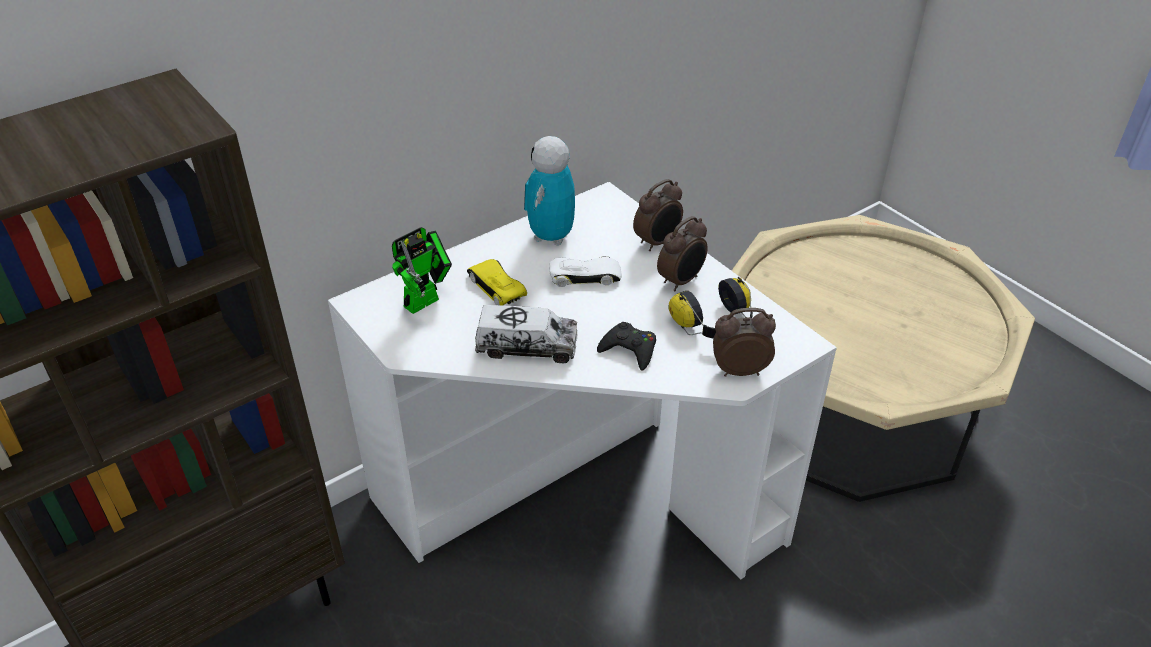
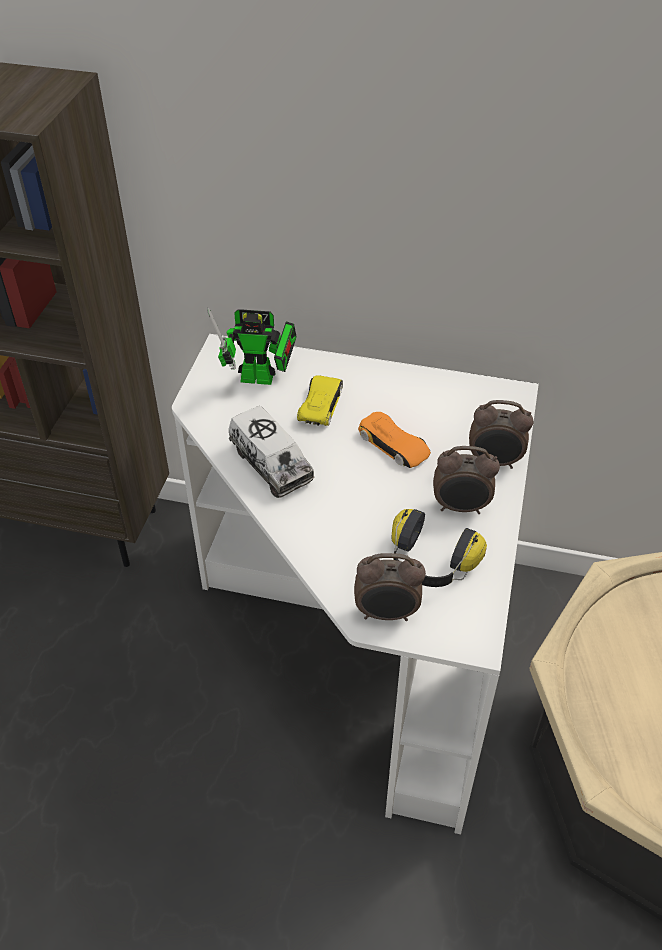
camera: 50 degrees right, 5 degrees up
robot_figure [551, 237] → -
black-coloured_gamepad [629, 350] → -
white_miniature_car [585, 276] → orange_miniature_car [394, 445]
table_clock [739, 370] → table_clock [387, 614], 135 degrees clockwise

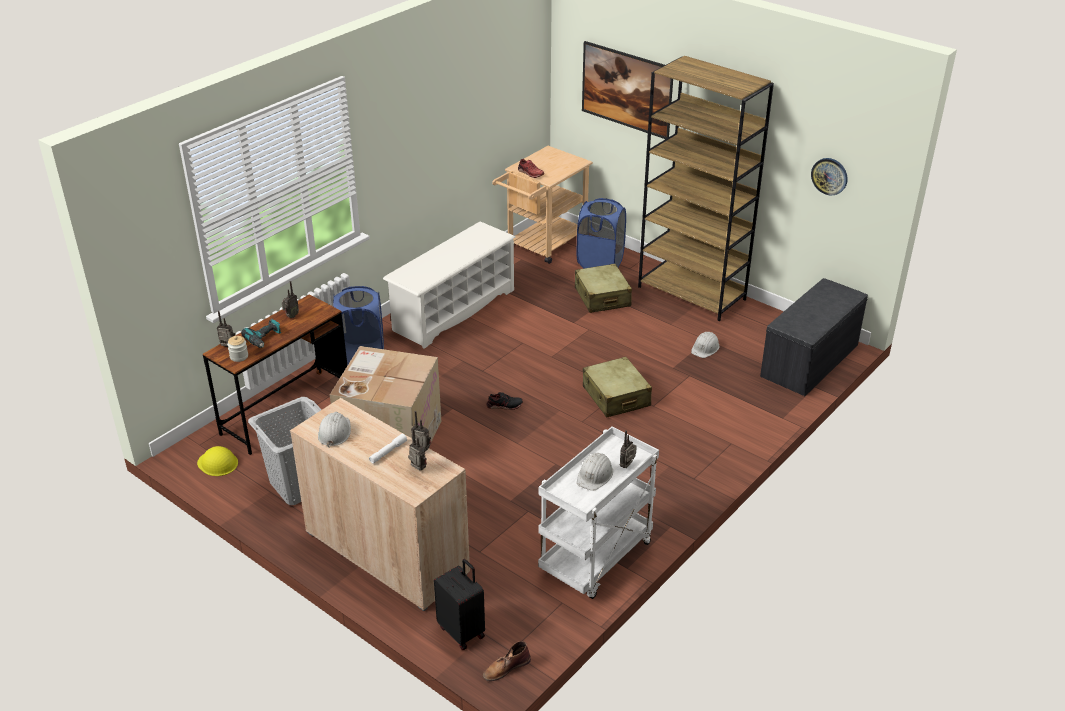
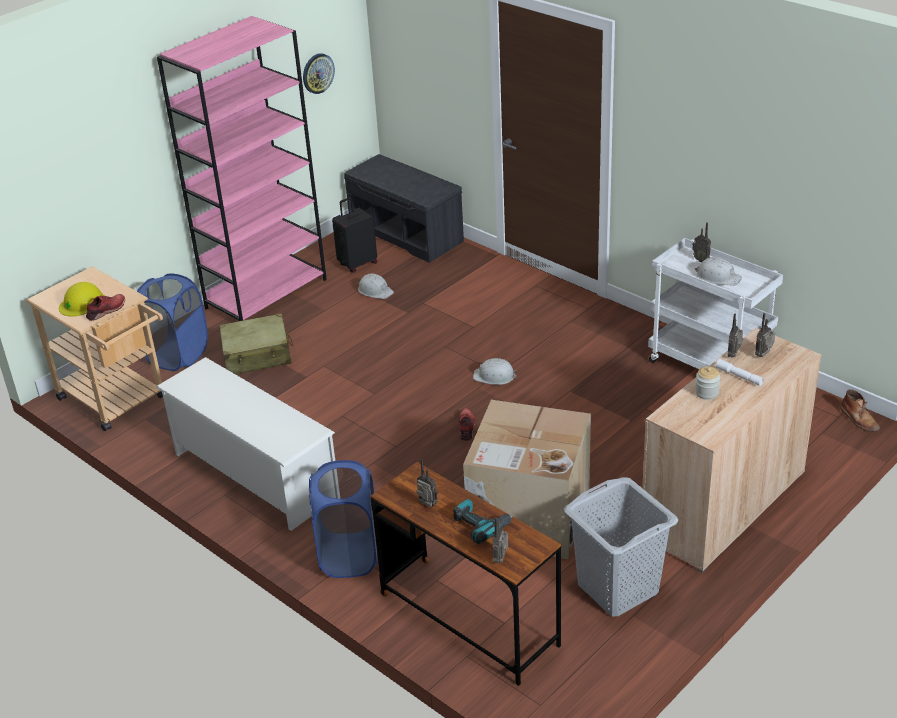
camera: 85 degrees left, 0 degrees up
wall_picture [625, 107] → -
beige_travel_case [616, 396] → -
yellow_work_helmet [218, 463] → yellow_work_helmet [82, 303], move
jar [239, 356] → jar [706, 393], move
white_work_helmet [334, 432] → white_work_helmet [494, 376], move
black-coloured_travel_case [462, 631] → black-coloured_travel_case [357, 264], move
black-coloured_low_shoe [504, 405] → red_low_shoe [467, 427]
brown_bookcase [692, 293] → pinkish_bookcase [266, 293]

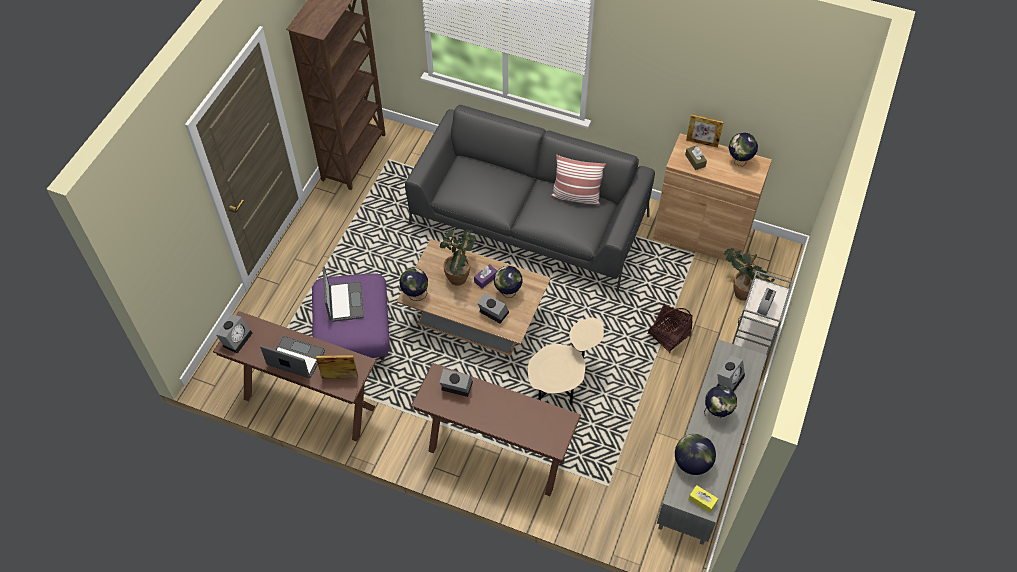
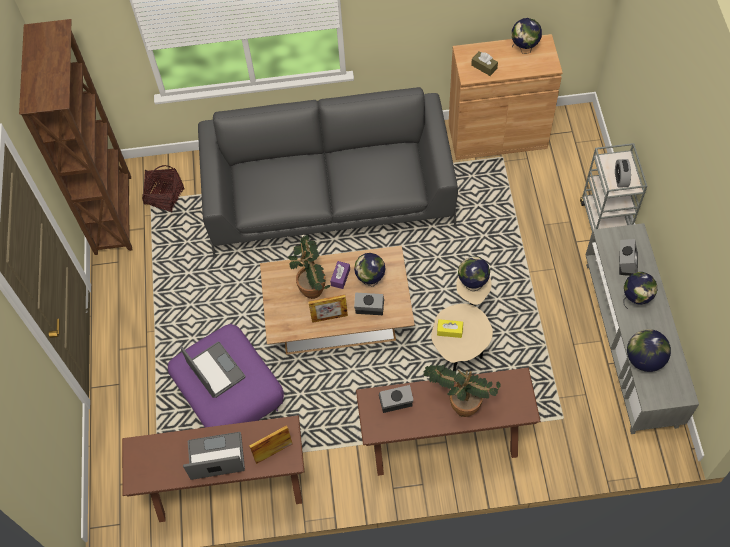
camera: 25 degrees left, 5 degrees up
table_clock [237, 338] → -
throw_pillow [576, 196] → -
globe [415, 294] → globe [472, 284], move
household_basket [669, 335] → household_basket [164, 196], move
photo_frame [702, 143] → photo_frame [329, 318], move
yellow_tissue_box [702, 501] → yellow_tissue_box [449, 331], move
plant_in_a_pot [741, 289] → plant_in_a_pot [460, 402], move

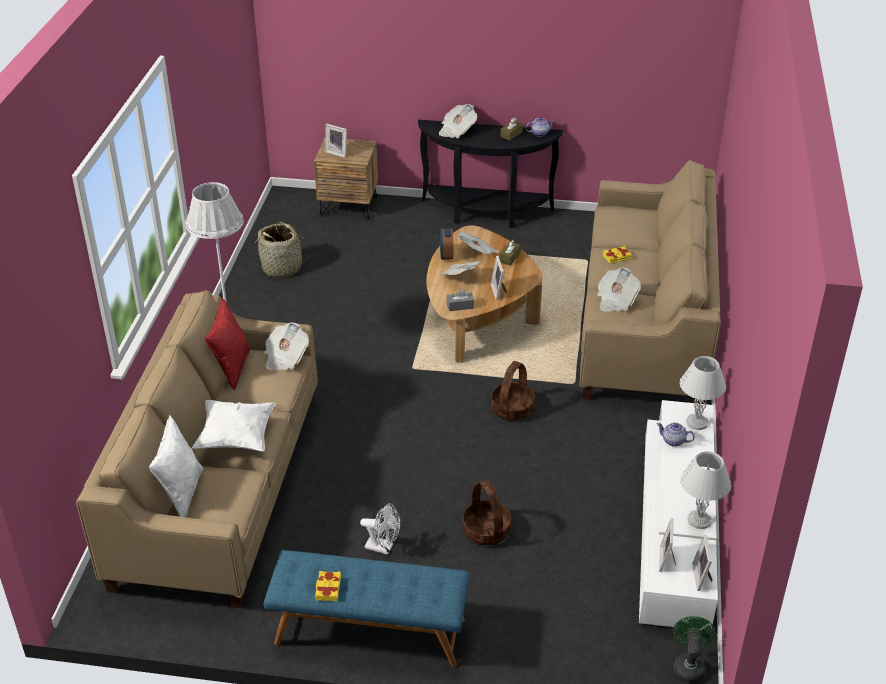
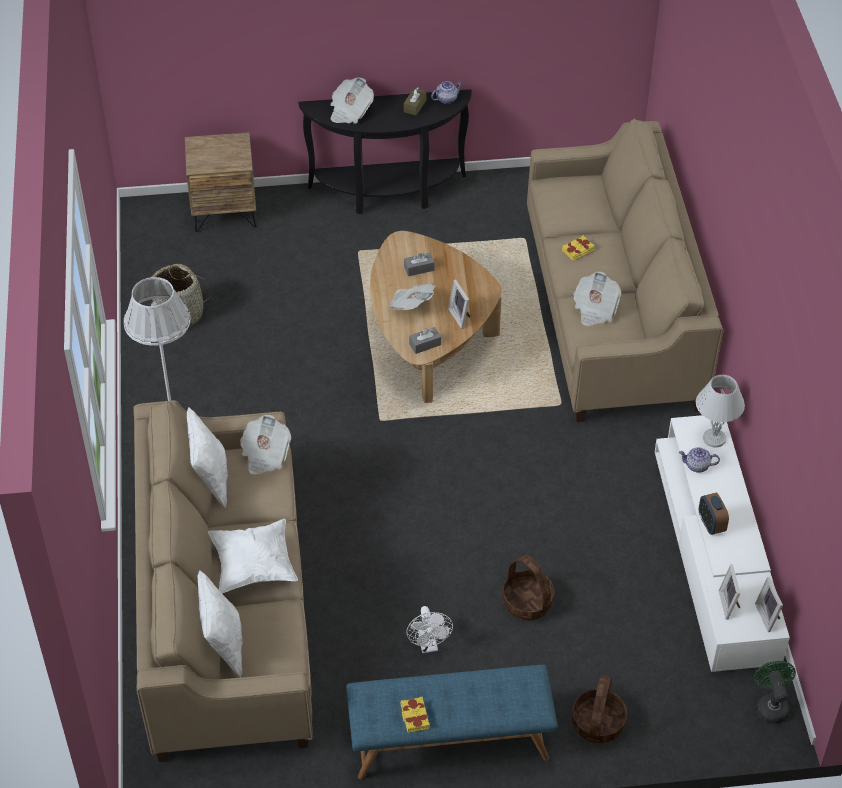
camera: 15 degrees left, 10 degrees up
photo_frame [337, 152] → -
brown_tissue_box [509, 258] → -
white_table_lamp [698, 521] → -
table_clock [446, 255] → table_clock [711, 524], move
household_basket [512, 409] → household_basket [598, 723], move
newspaper [477, 253] → greyish_tissue_box [419, 268]
red_throw_pillow [232, 368] → white_throw_pillow [210, 480]
white_cooling_fan [383, 547] → white_cooling_fan [429, 645], 75 degrees clockwise

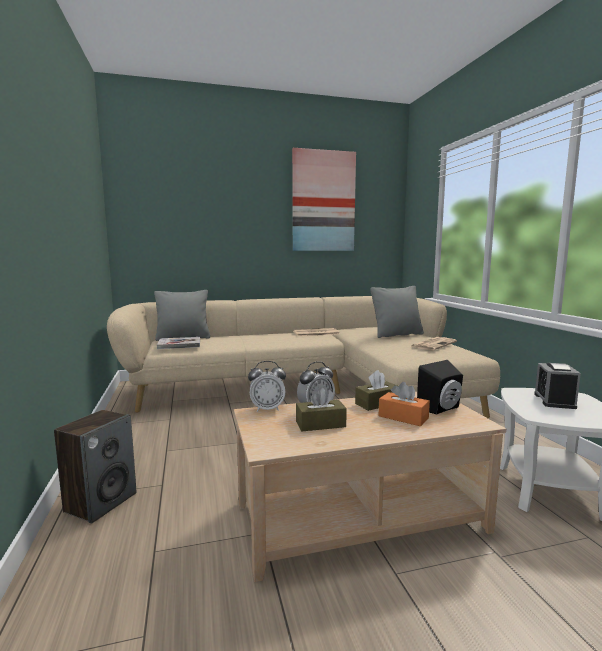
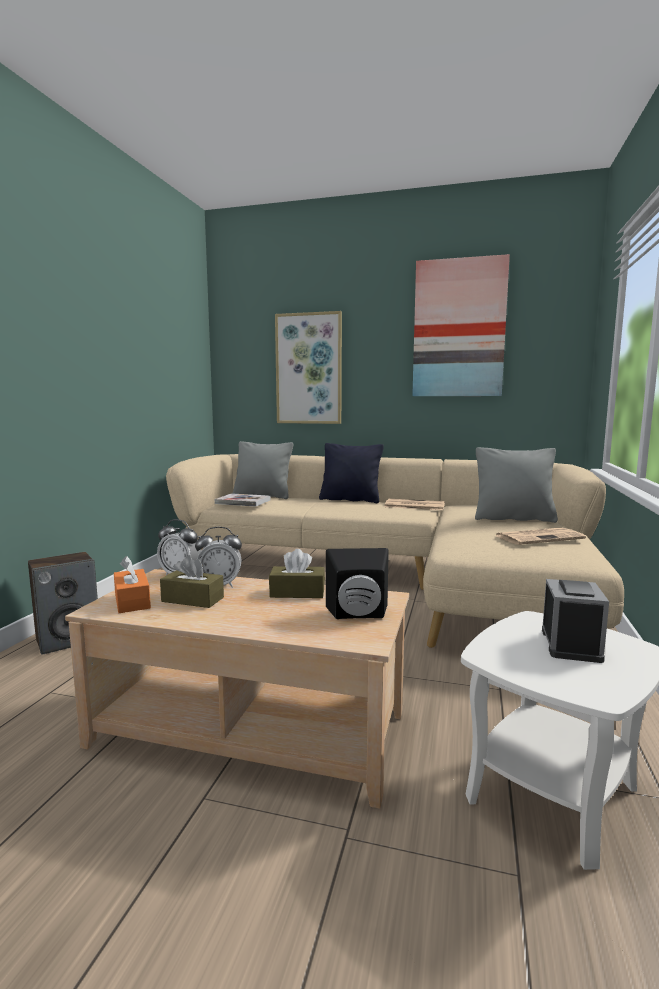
camera: 30 degrees right, 0 degrees up
- → wall_picture [309, 369]
- → black-coloured_throw_pillow [350, 500]
orange_tissue_box [403, 417] → orange_tissue_box [132, 601], move
table_clock [554, 401] → table_clock [571, 645], 150 degrees clockwise

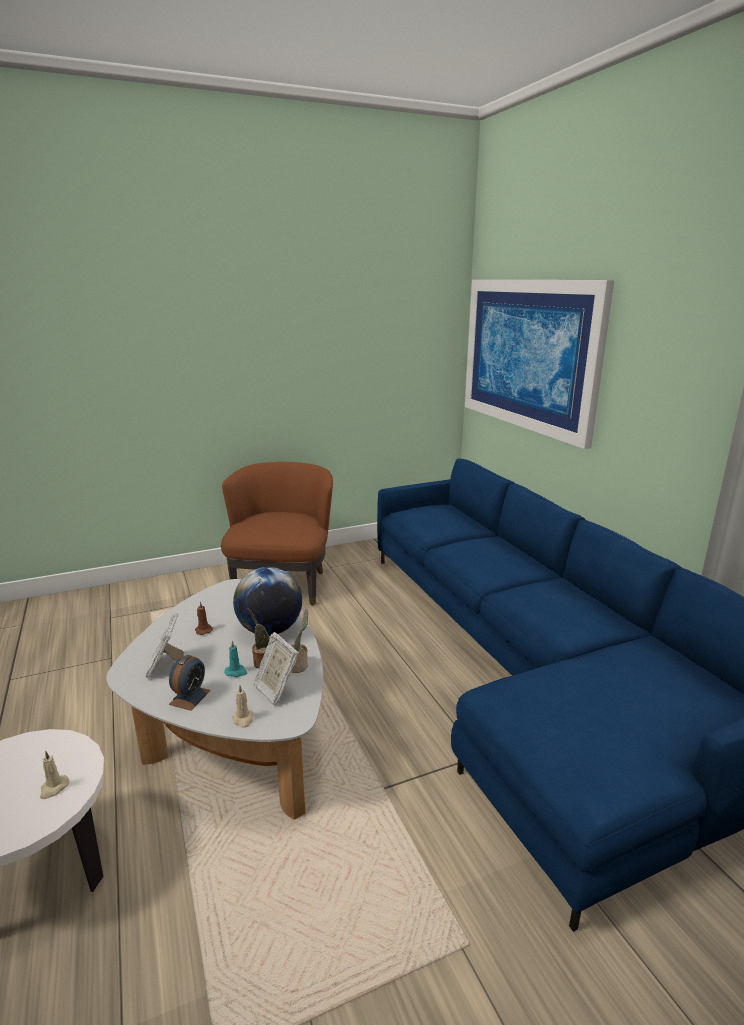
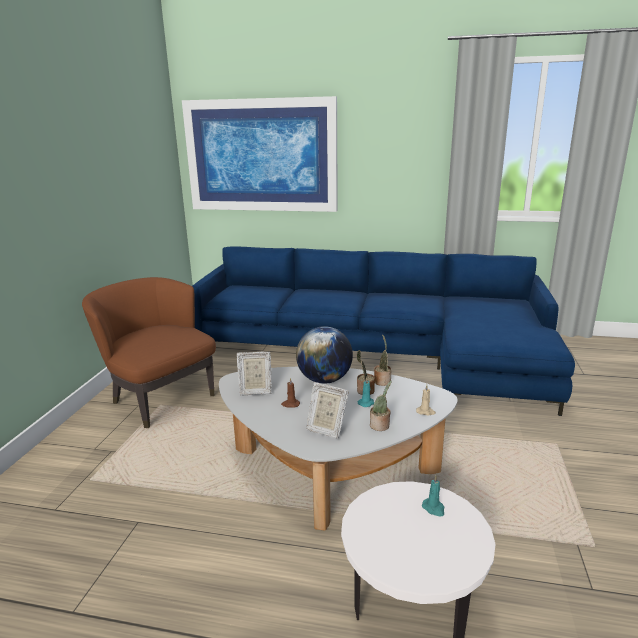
camera: 55 degrees left, 0 degrees up
photo_frame [276, 690] → photo_frame [255, 390], move
table_clock [190, 697] → plant_in_a_pot [380, 426]
beige_candle [53, 788] → turquoise-coloured_candle [434, 508]

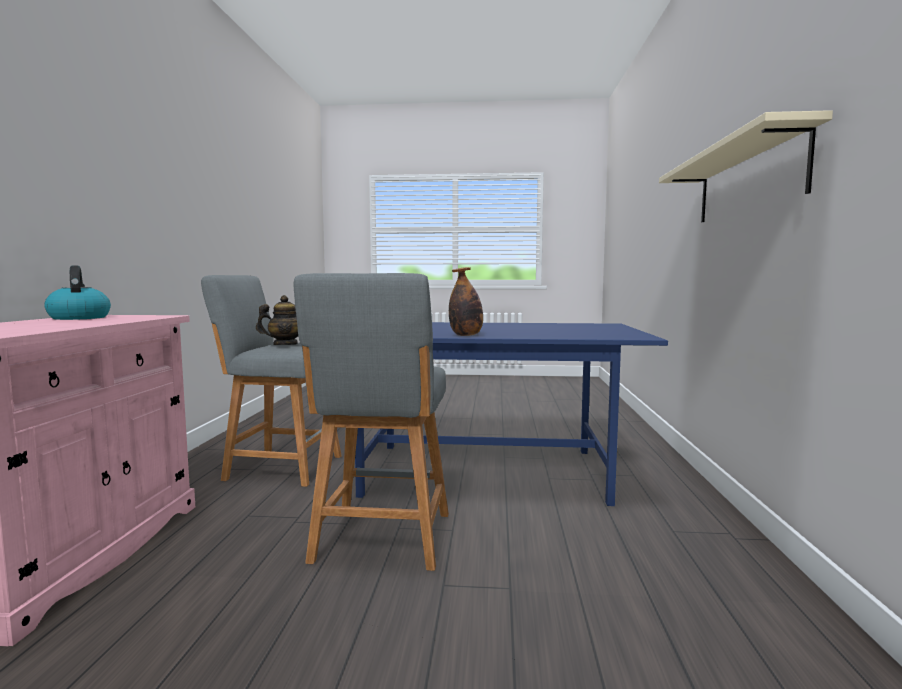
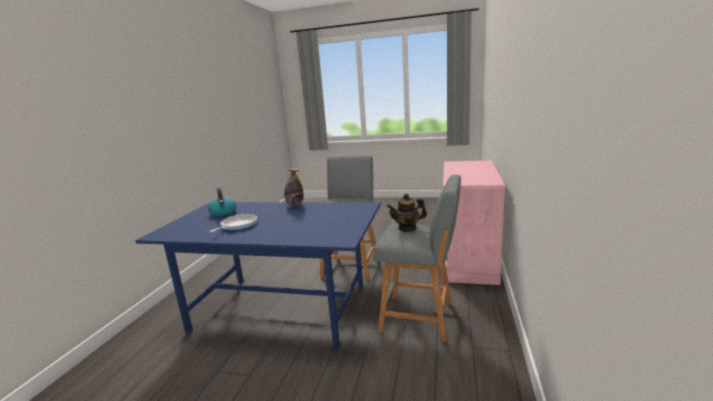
camera: 170 degrees left, 10 degrees up
beige_shelf [747, 181] → -
- → pan [237, 225]
kettle [79, 318] → kettle [223, 212], move

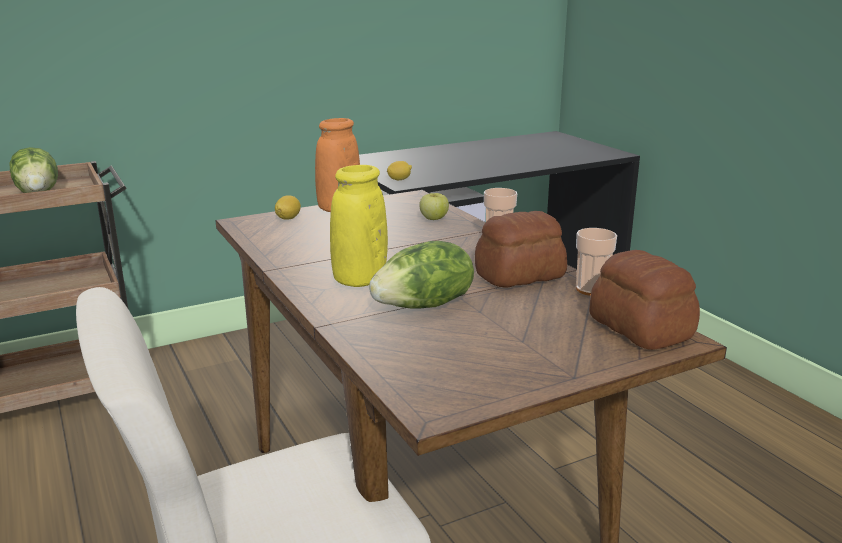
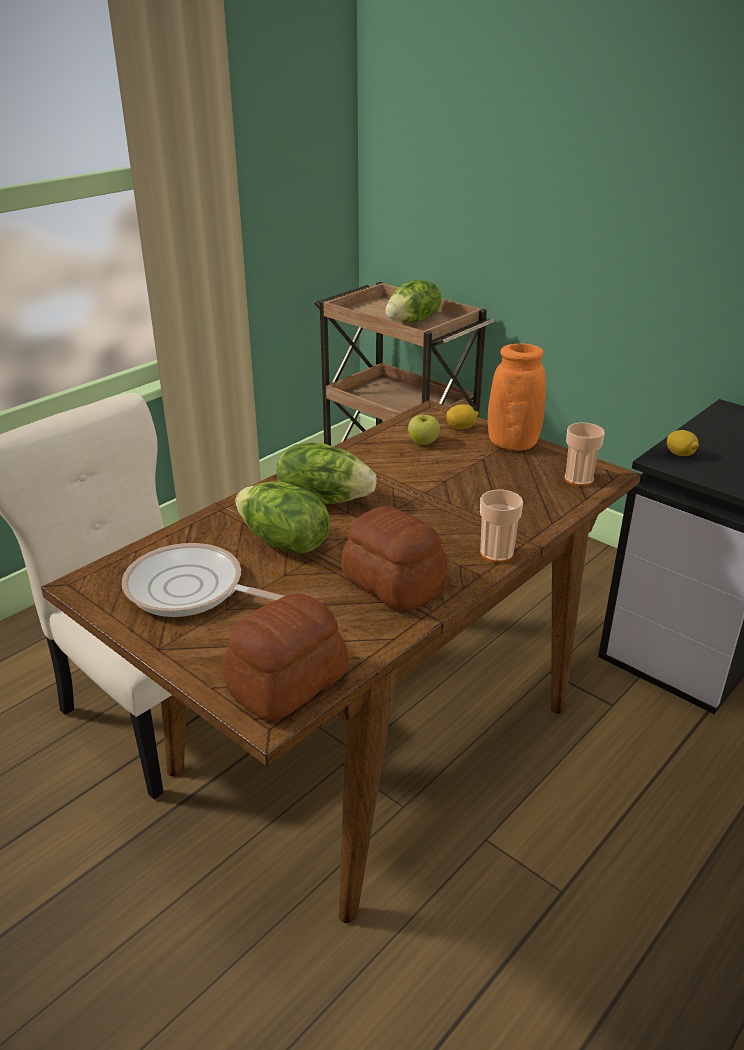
camera: 70 degrees right, 10 degrees up
- → pan [190, 590]
apple [433, 218] → apple [423, 442], move
cup [591, 289] → cup [578, 479], move
yellow_vase [359, 280] → head_of_lettuce [324, 498]

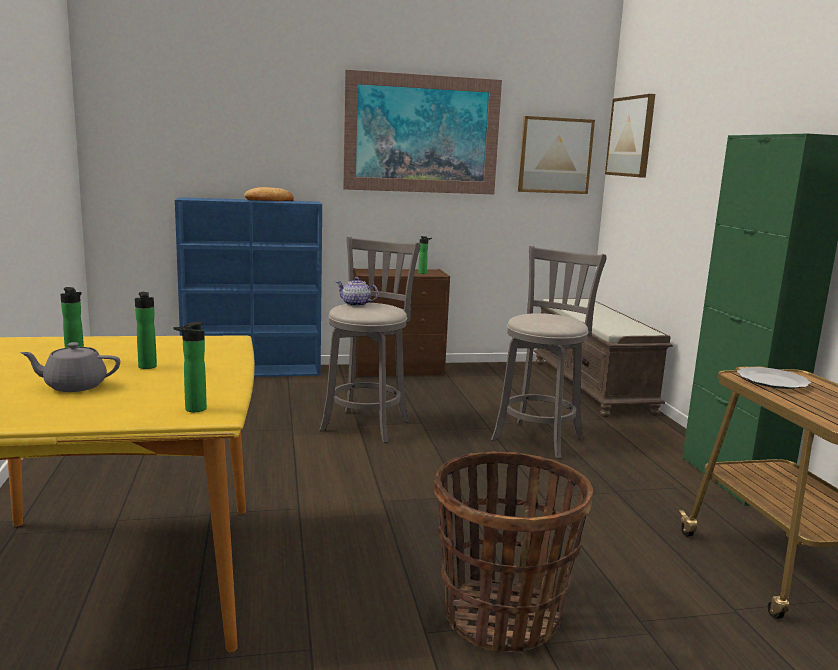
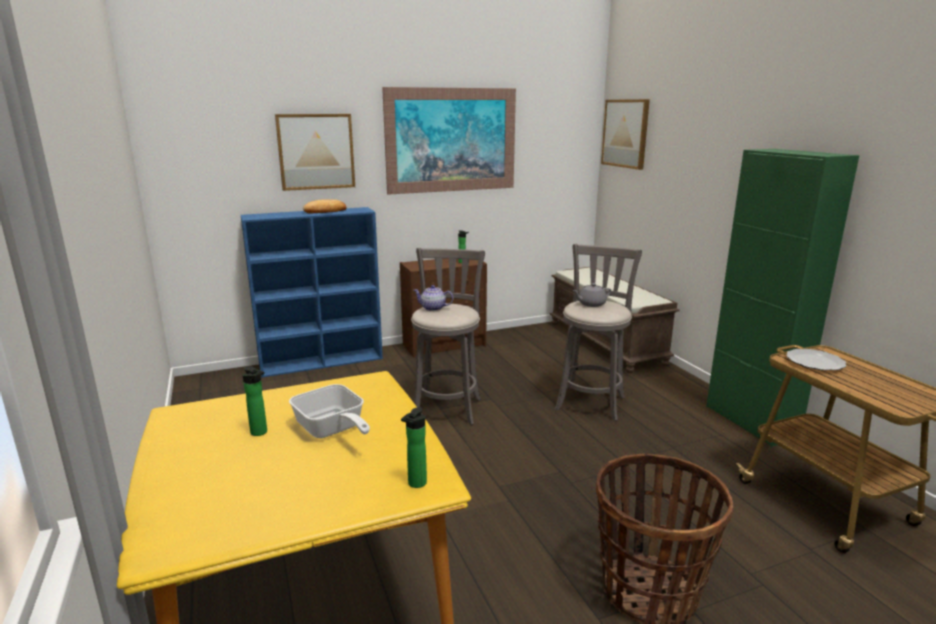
camera: 10 degrees left, 5 degrees up
greyish_tea_pot [74, 386] → greyish_tea_pot [591, 304], move
wall_picture [555, 155] → wall_picture [316, 151], move
drink_bottle [148, 367] → pan [332, 430]

